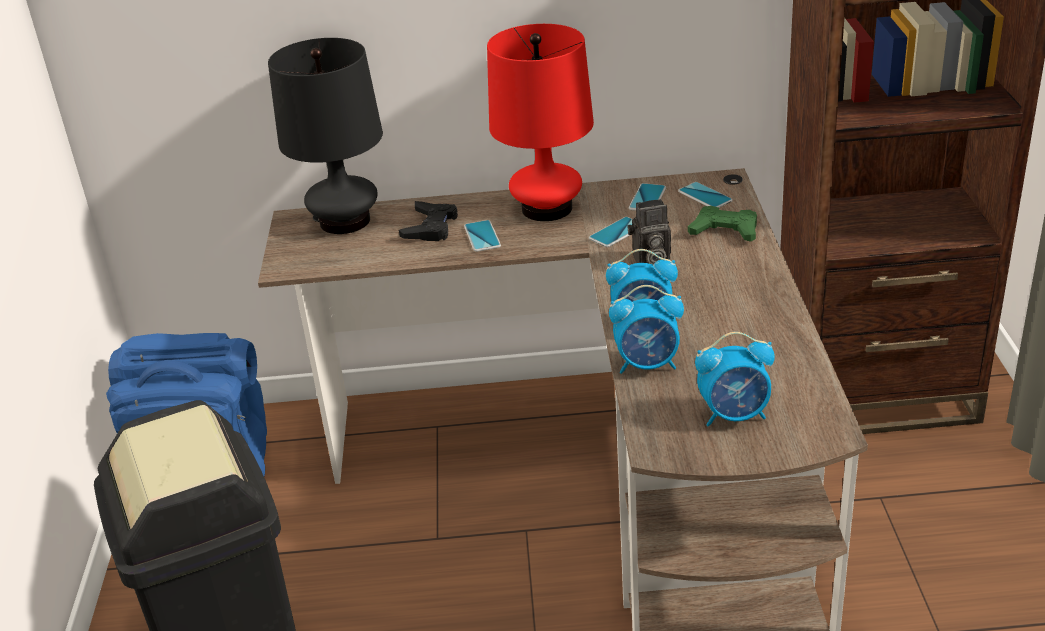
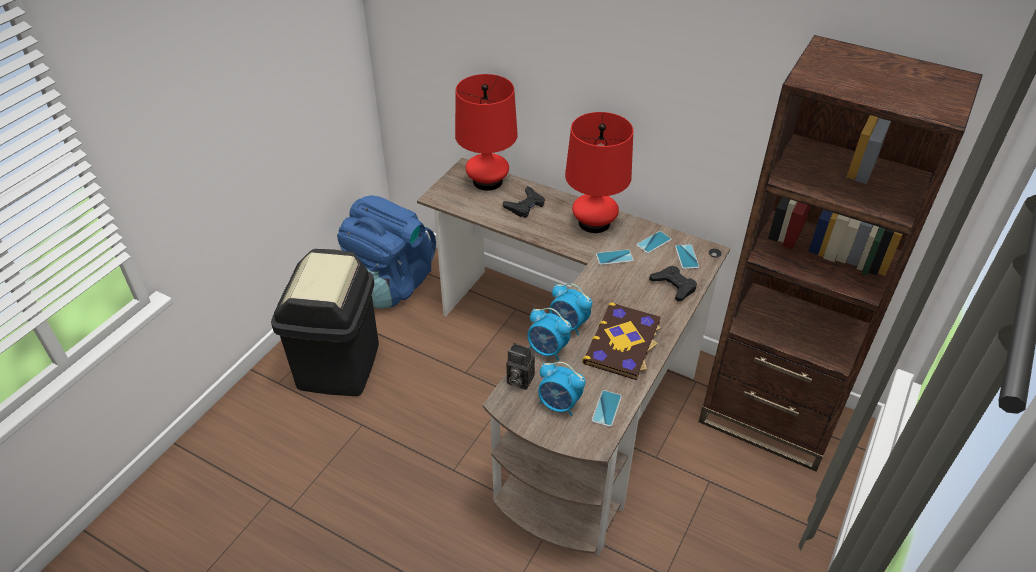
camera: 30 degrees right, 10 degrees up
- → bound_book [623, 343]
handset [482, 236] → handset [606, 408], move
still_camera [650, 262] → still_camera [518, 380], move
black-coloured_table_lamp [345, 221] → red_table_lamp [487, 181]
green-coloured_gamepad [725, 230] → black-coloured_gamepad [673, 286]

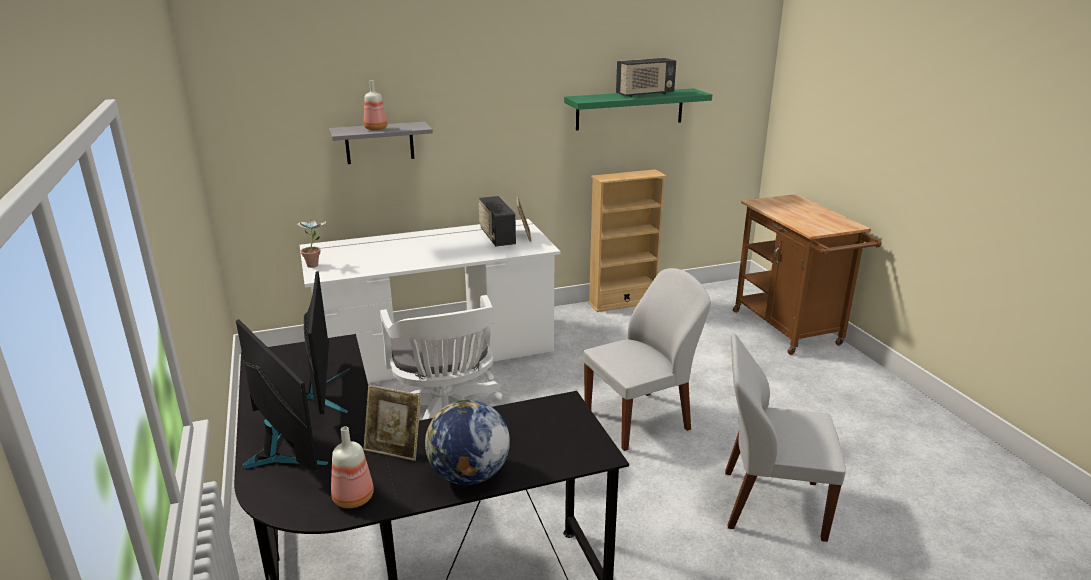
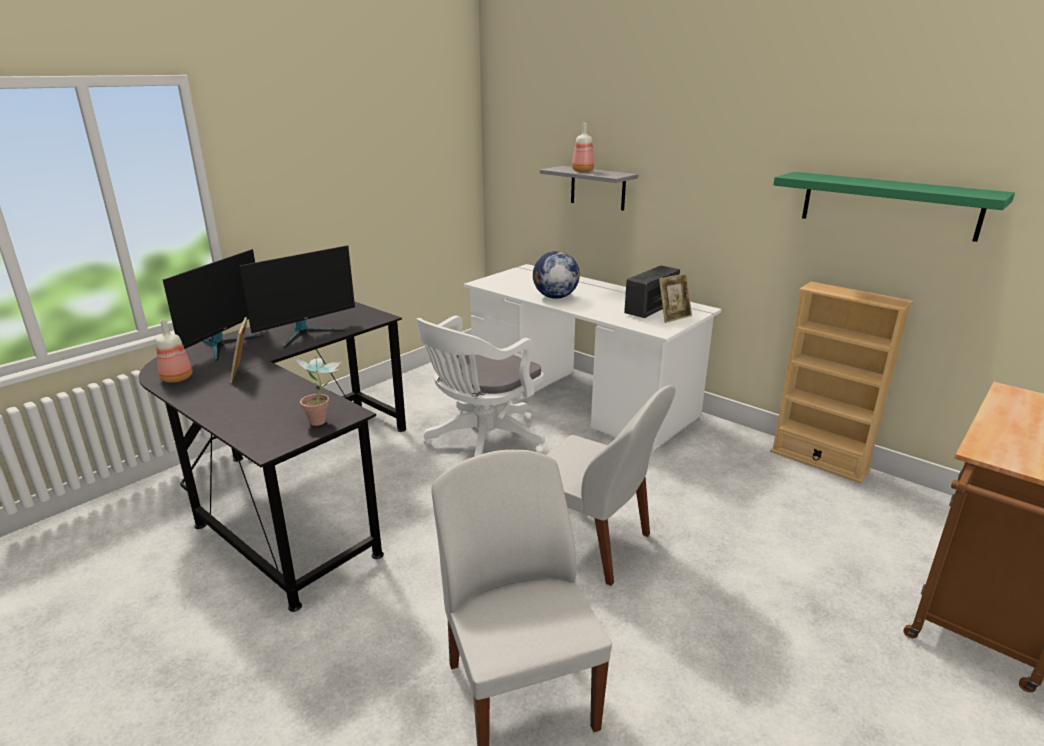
camera: 60 degrees right, 0 degrees up
radio [645, 94] → -
plant_in_a_pot [315, 264] → plant_in_a_pot [324, 422], move
globe [468, 475] → globe [555, 297], move

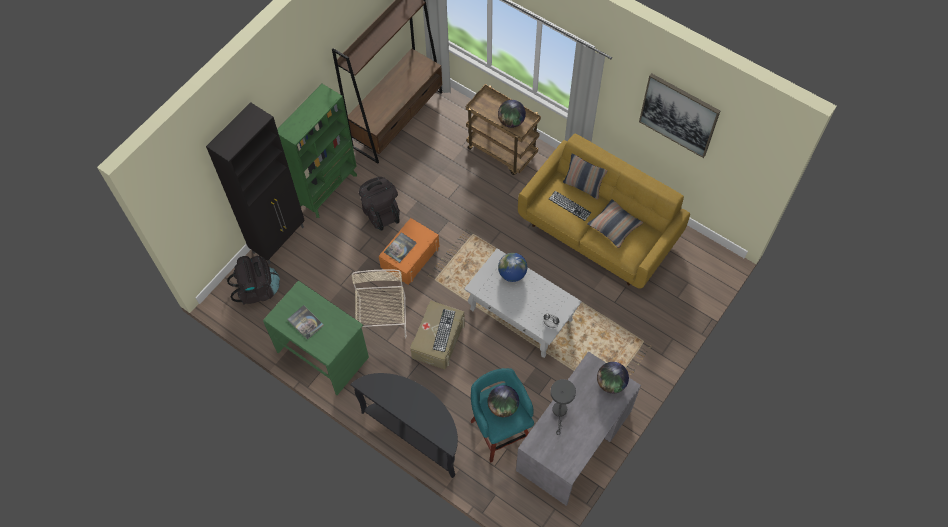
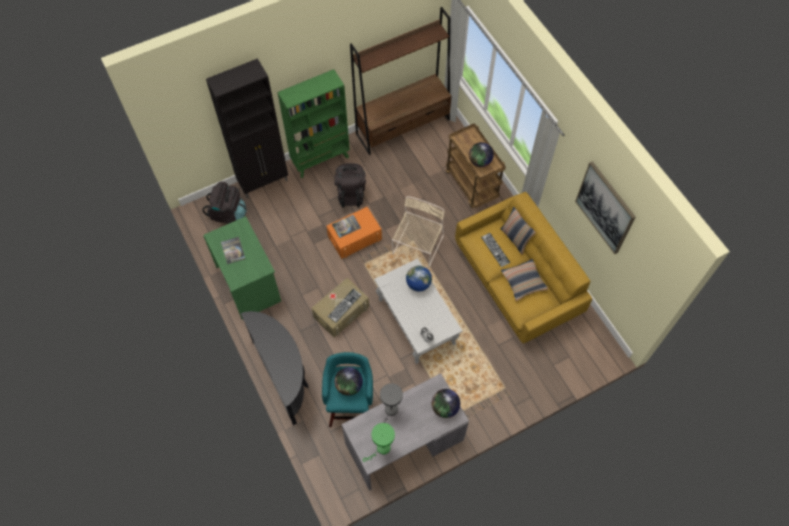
camera: 25 degrees right, 0 degrees up
- → green-coloured_table_lamp [381, 449]
beige_chair [382, 320] → beige_chair [417, 246], move

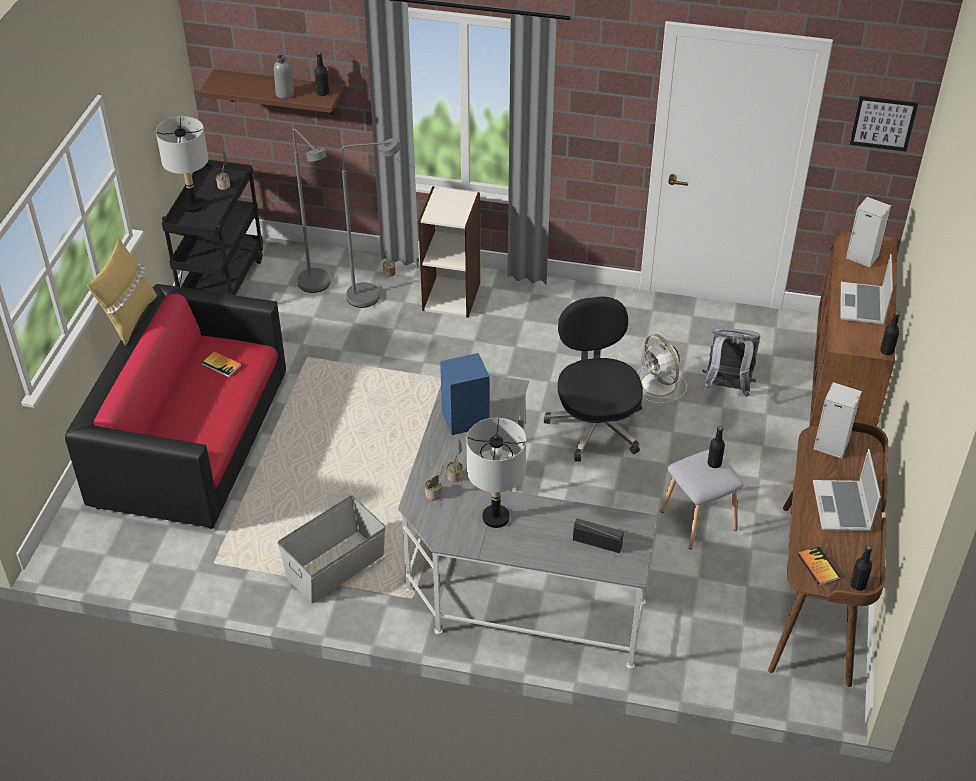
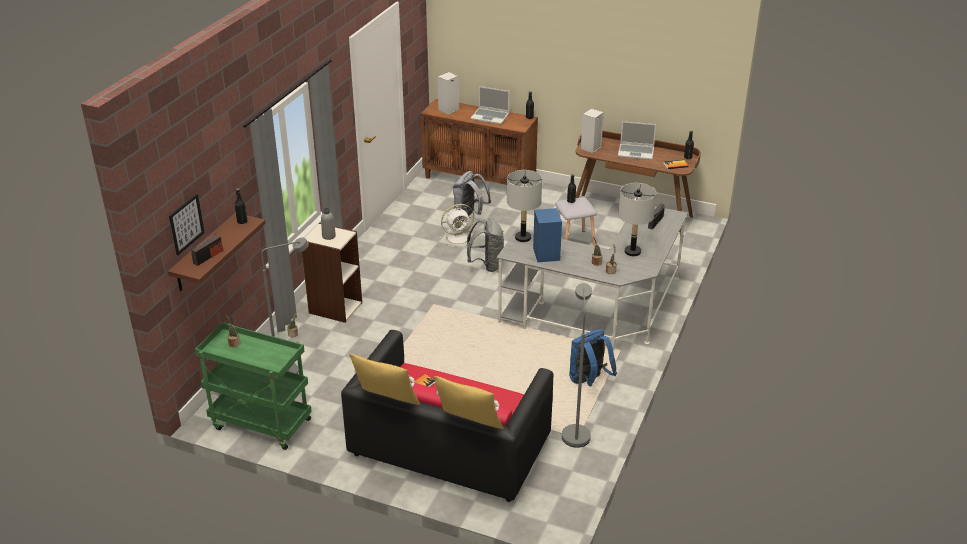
camera: 80 degrees left, 10 degrees down
- → radio [208, 257]
- → yellow_throw_pillow [468, 425]
greyish_table_lamp [193, 206] → greyish_table_lamp [523, 238], move
greyish_drink_bottle [285, 94] → greyish_drink_bottle [328, 236], move
greyish_standard_lamp [372, 296] → greyish_standard_lamp [575, 431], move
wall_picture [883, 123] → wall_picture [186, 224], move
greyish_storage_bin [334, 566] → bluish_rucksack [589, 381]
black-coloured_computer_chair [595, 424] → greyish_rucksack [486, 265]
black-coloured_trolley [222, 283] → green-coloured_trolley [260, 424]

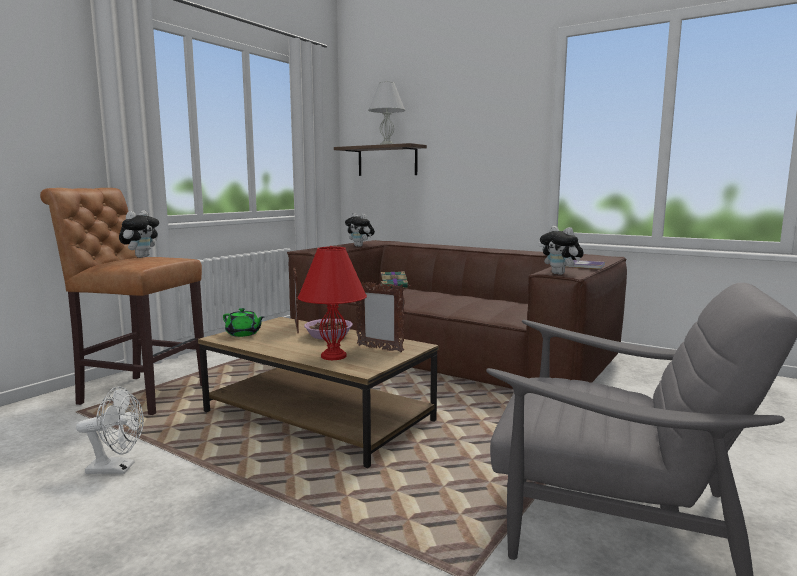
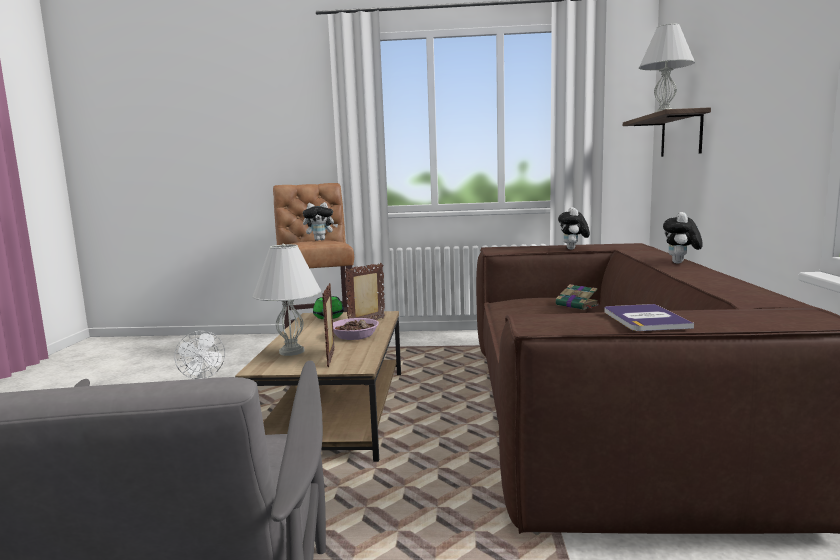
camera: 60 degrees right, 0 degrees up
soft_toy [560, 274] → soft_toy [680, 263], move
red_table_lamp [334, 356] → white_table_lamp [292, 351]

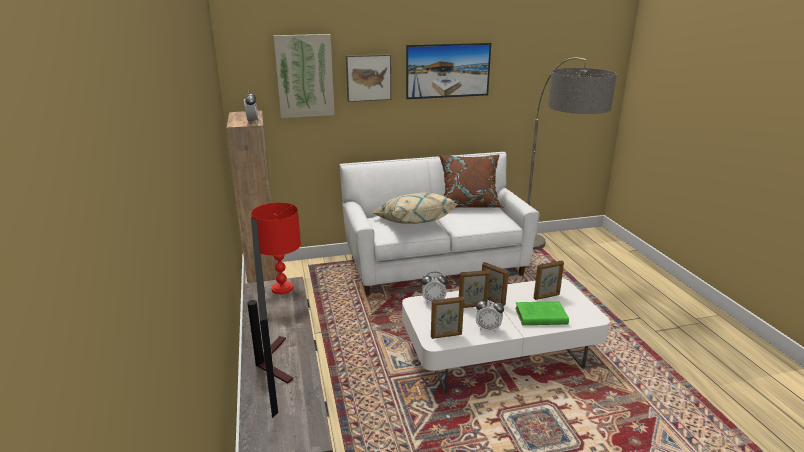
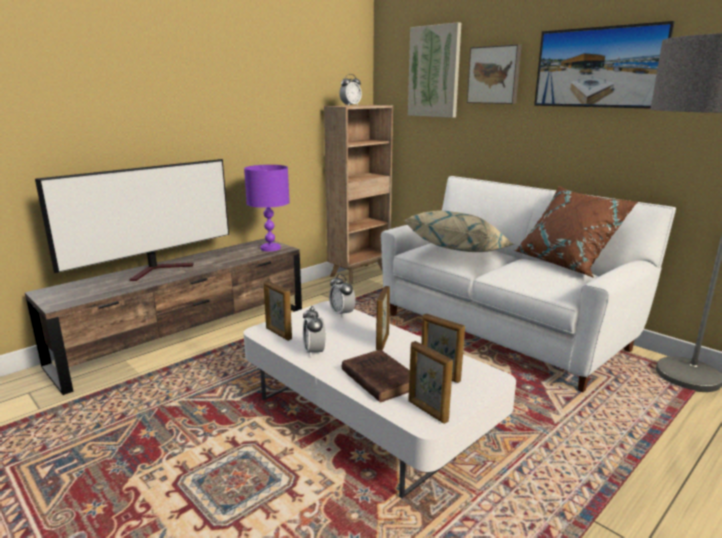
camera: 60 degrees right, 5 degrees down
photo_frame [472, 306] → photo_frame [427, 411], move
red_table_lamp [282, 288] → purple_table_lamp [271, 248]
green-coloured_bound_book [539, 316] → brown_bound_book [378, 378]

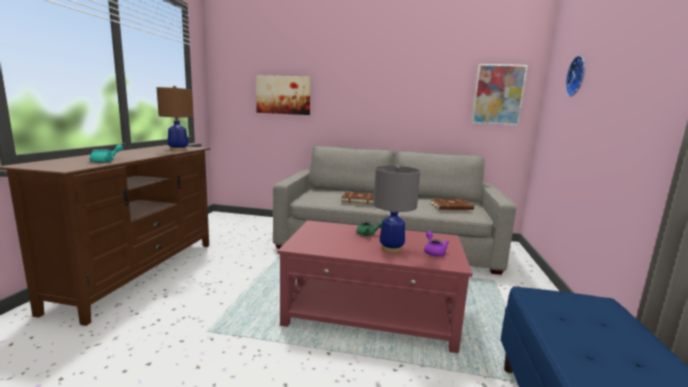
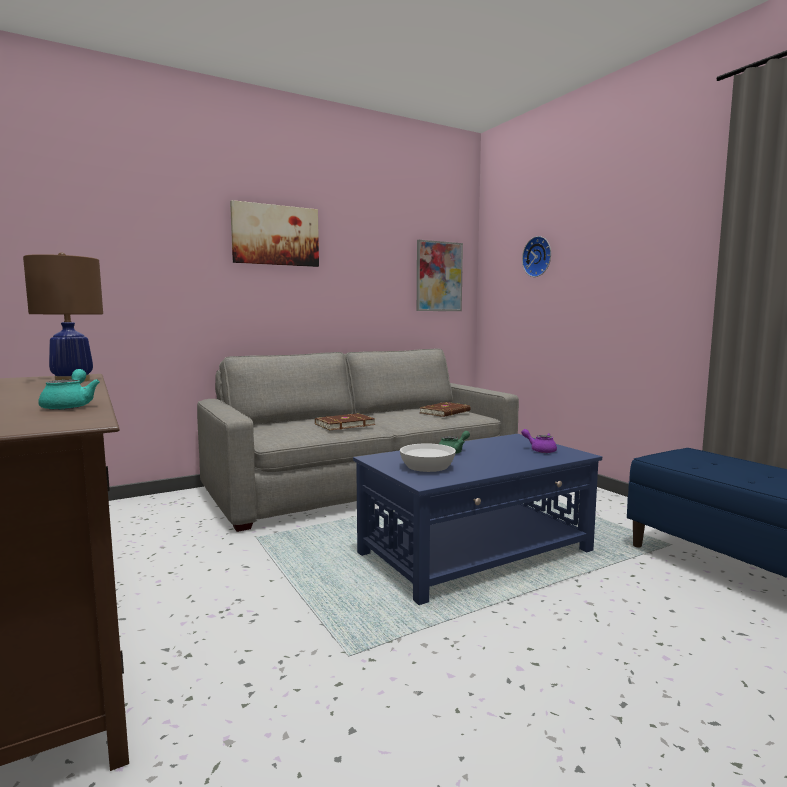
camera: 40 degrees left, 5 degrees down
greyish_table_lamp [391, 248] → -
- → white_deep_dish [428, 467]
wall_picture [283, 95] → wall_picture [275, 235], move
red_coffee_table [371, 313] → bluish_coffee_table [477, 552]

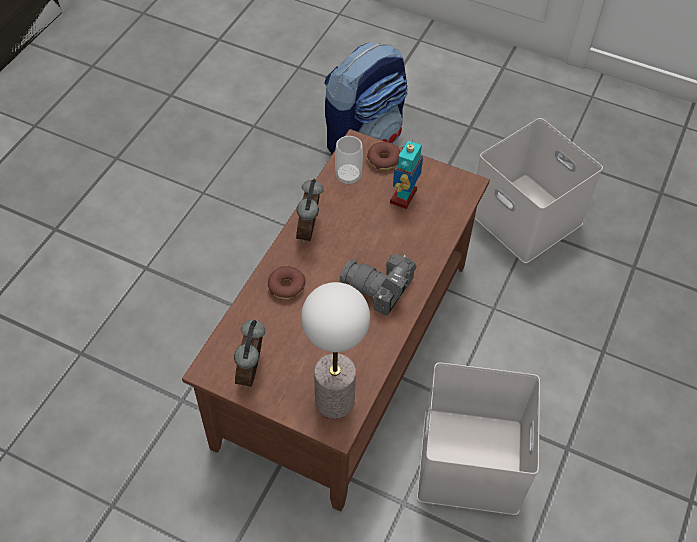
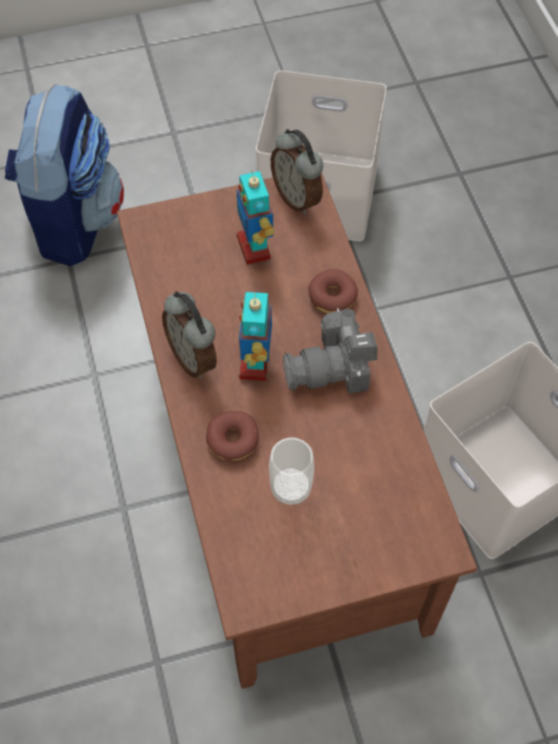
camera: 40 degrees left, 5 degrees up
table_lamp [334, 400] → -
- → robot_figure [255, 363]
table_clock [253, 371] → table_clock [297, 198], move
cup [348, 176] → cup [291, 488], move
donut [383, 160] → donut [332, 296], move

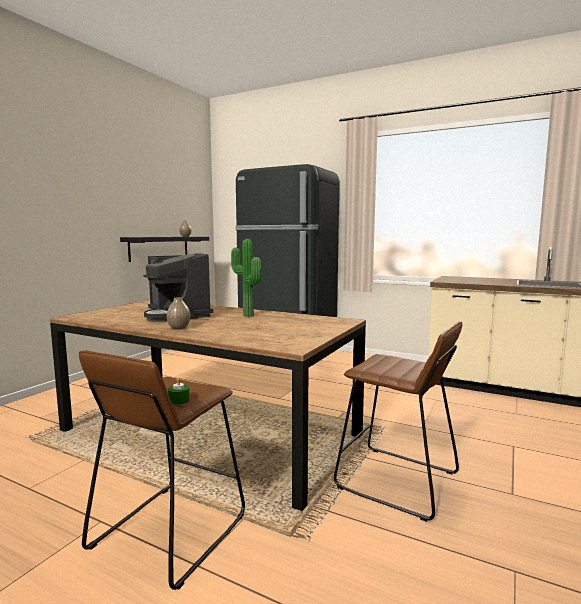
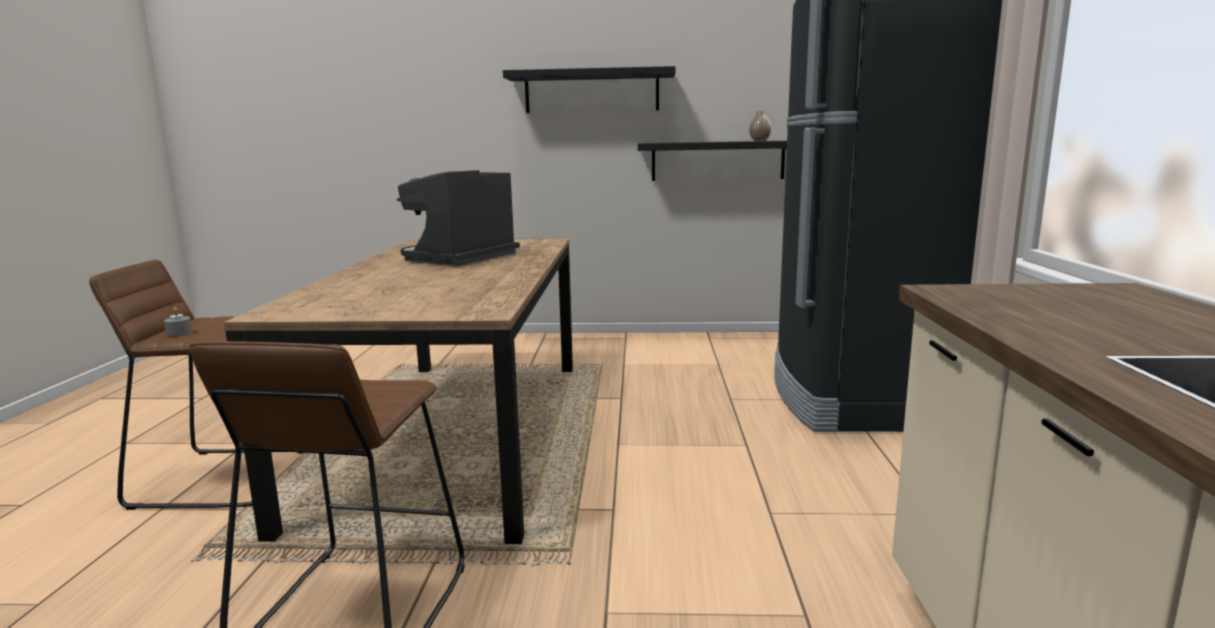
camera: 65 degrees right, 5 degrees up
vase [179, 328] → -
plant_in_a_pot [246, 316] → -
- → black-coloured_shelf [592, 92]
green-coloured_candle [179, 400] → greyish_candle [179, 333]

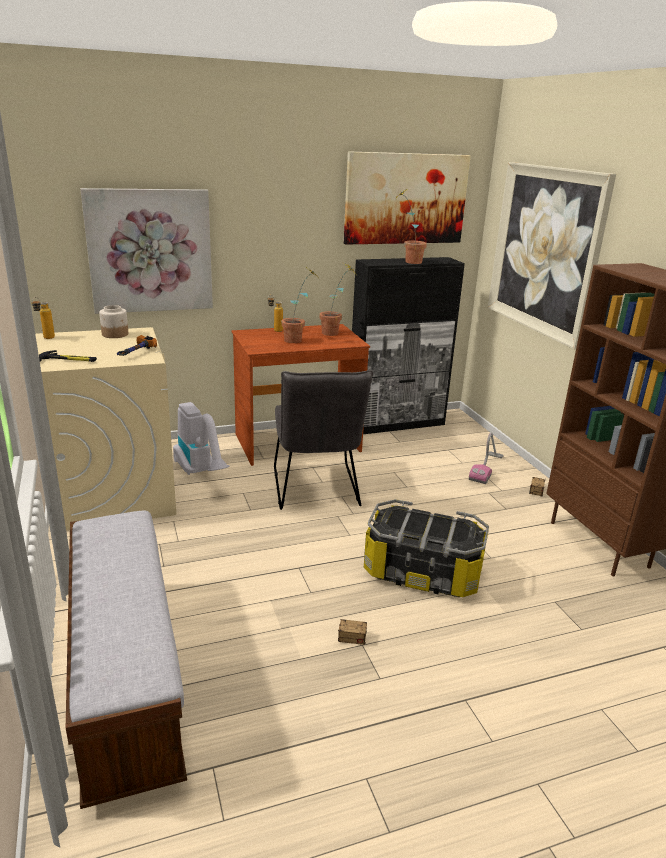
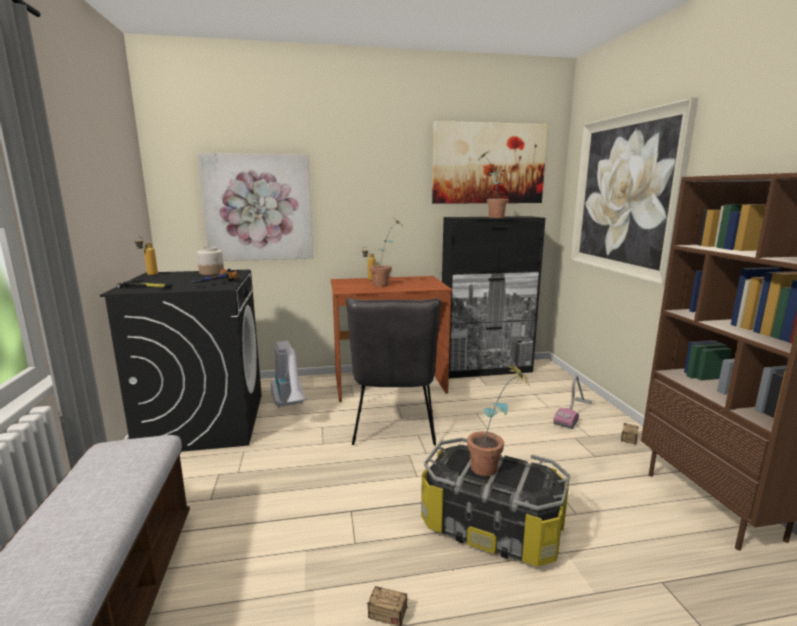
camera: 10 degrees right, 10 degrees down
plant_in_a_pot [335, 333] → plant_in_a_pot [492, 469], move
beige_laundry_machine [115, 493] → black-coloured_laundry_machine [204, 422]

